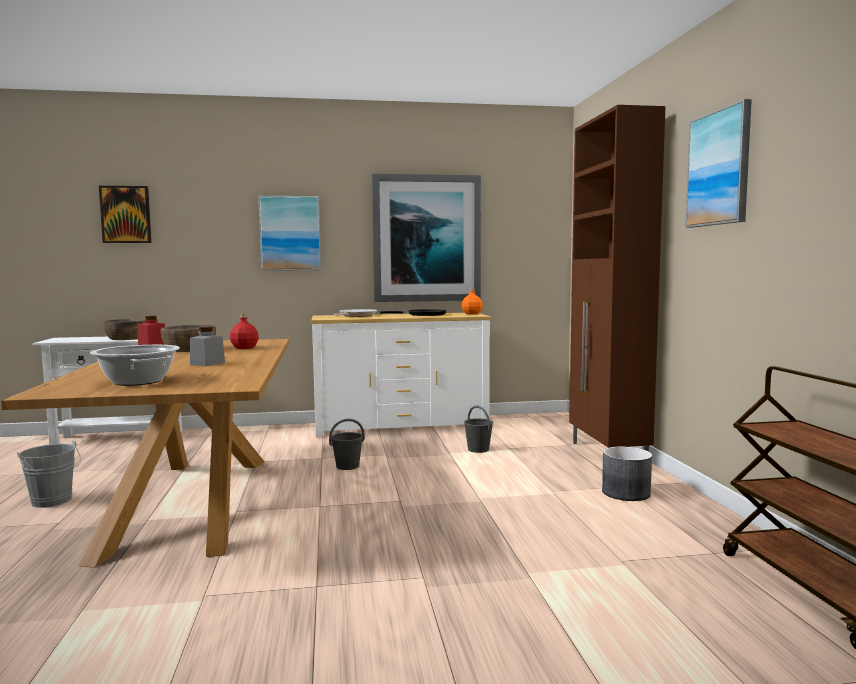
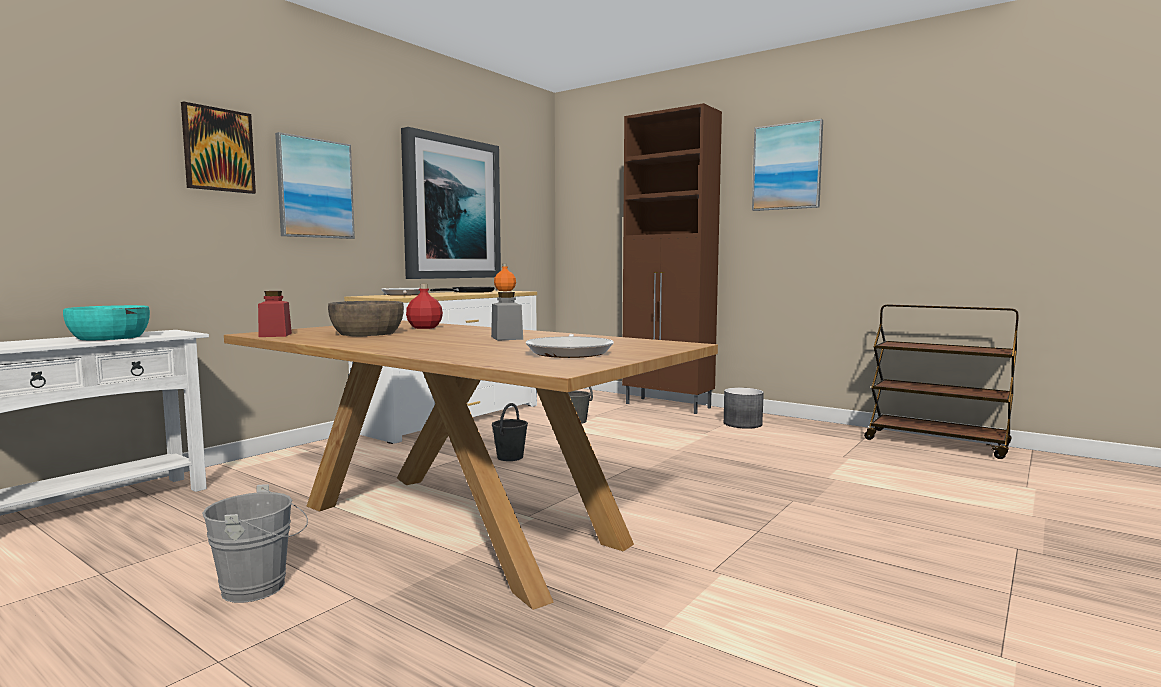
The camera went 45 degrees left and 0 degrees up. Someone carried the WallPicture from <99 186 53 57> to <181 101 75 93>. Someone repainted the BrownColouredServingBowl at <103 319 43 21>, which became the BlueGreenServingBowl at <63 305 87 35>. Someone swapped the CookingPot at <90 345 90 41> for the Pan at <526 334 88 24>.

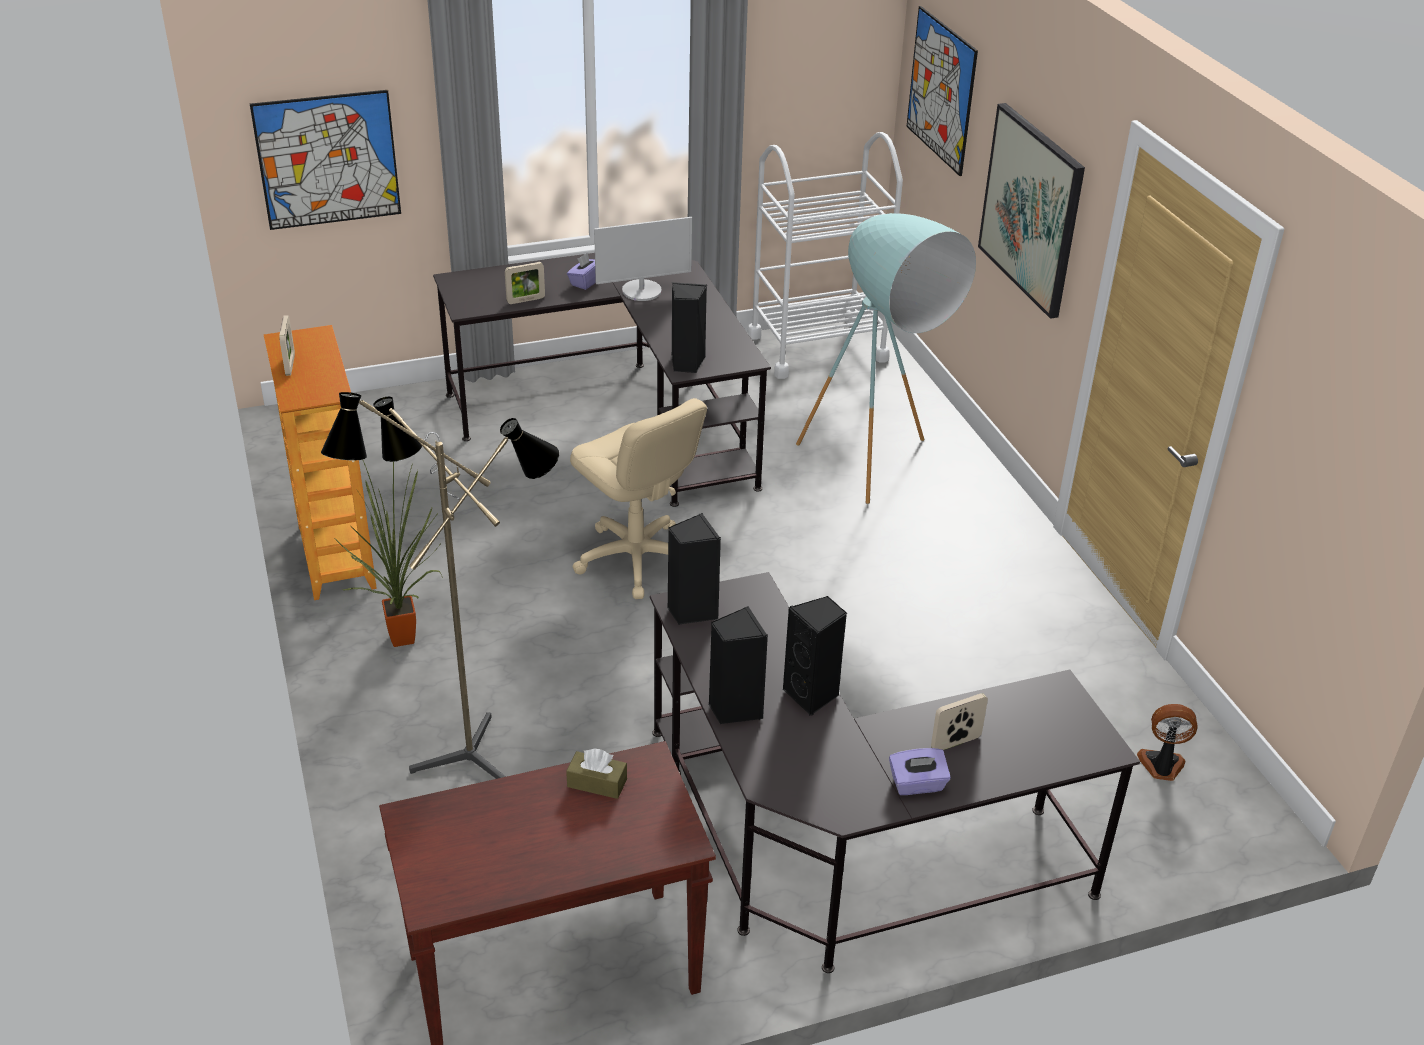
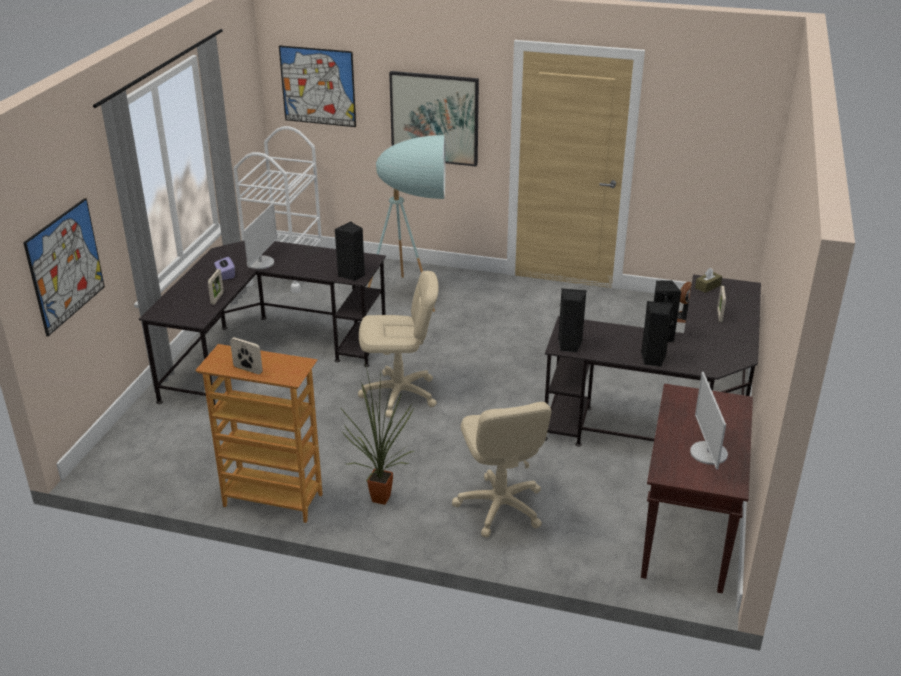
The camera went 55 degrees left and 5 degrees down. Someone swapped the StandingLamp at <321 392 238 387> for the SandColouredComputerChair at <452 402 99 135>. Someone took away the PurpleBoxOfTissues at <889 748 62 47>. Someone carried the BrownColouredBoxOfTissues from <566 749 61 50> to <695 268 27 25>. Someone put down the ComputerDisplay at <690 372 38 97>.

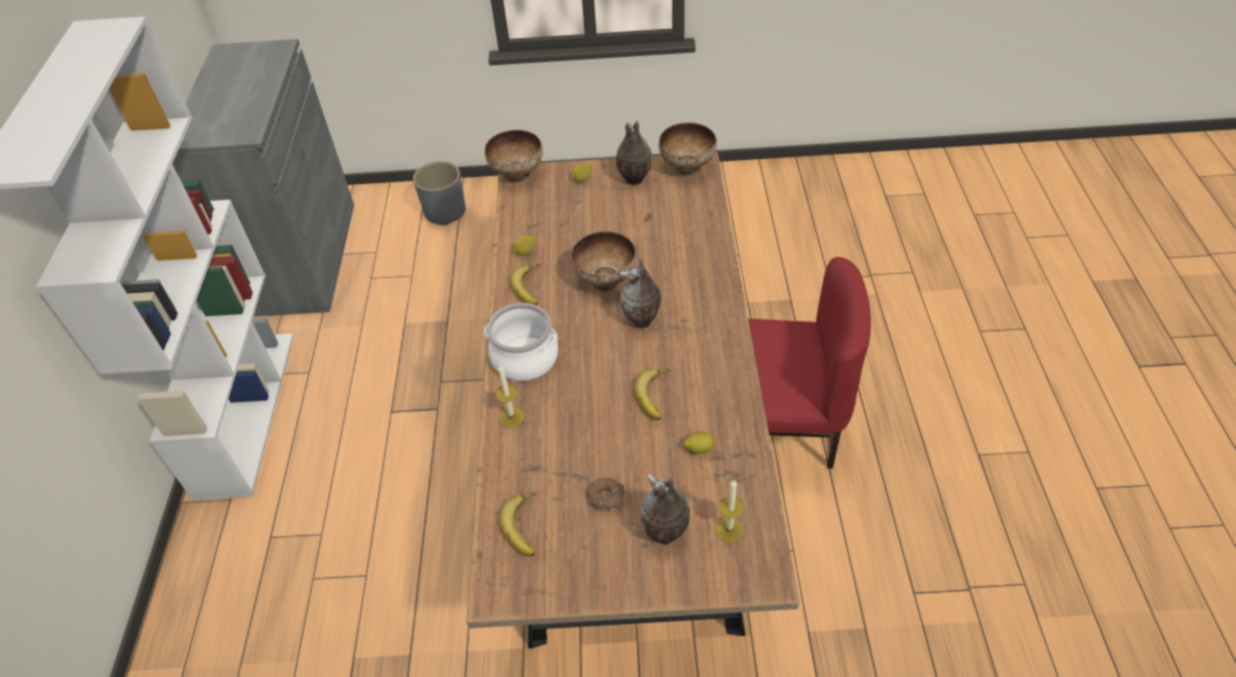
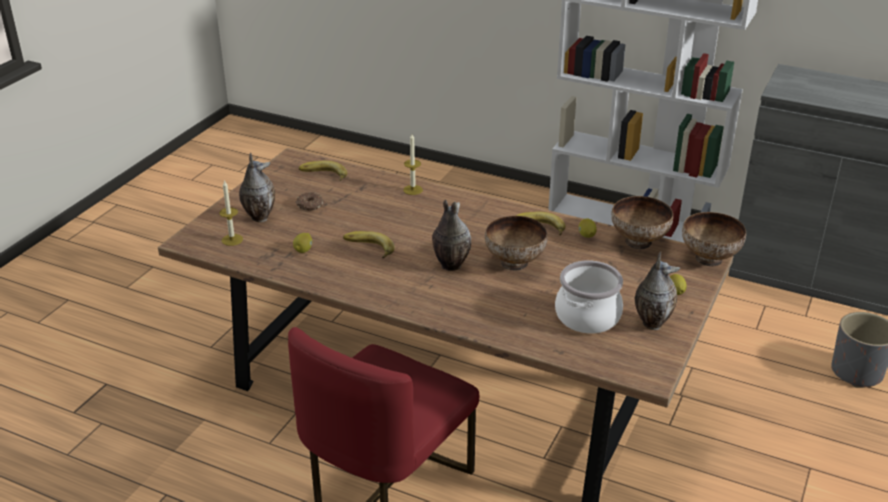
The camera went 115 degrees right and 15 degrees down. Someone carried the ServingBowl from <659 122 58 54> to <611 196 62 53>. Someone carried the CookingPot from <484 303 74 78> to <555 260 68 73>.

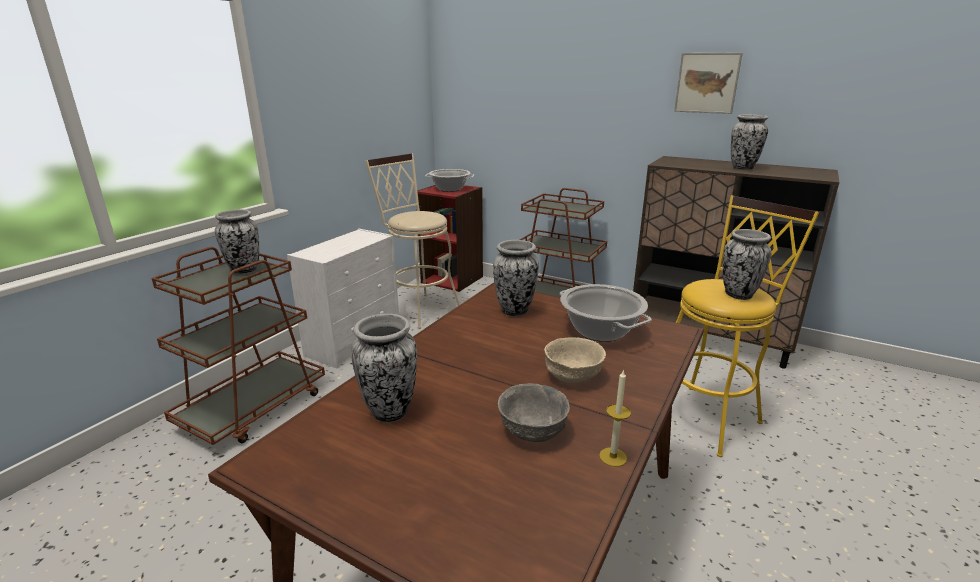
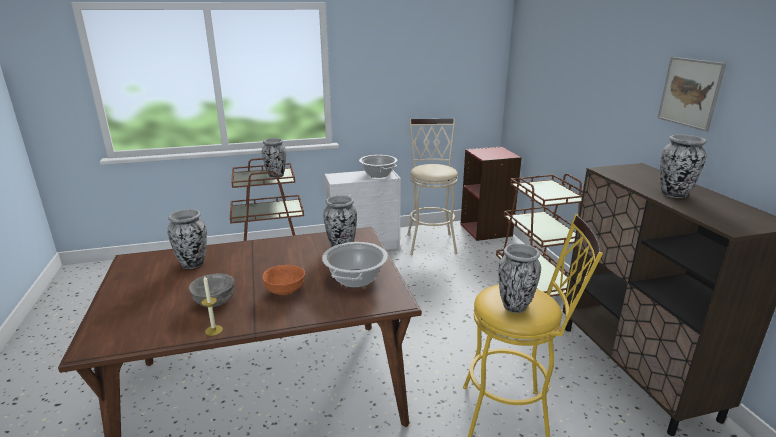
The camera went 45 degrees right and 0 degrees up. Someone carried the CookingPot from <425 169 50 23> to <359 155 38 23>. Someone repainted the SandColouredServingBowl at <544 337 62 46>, which became the OrangeServingBowl at <262 265 43 30>.

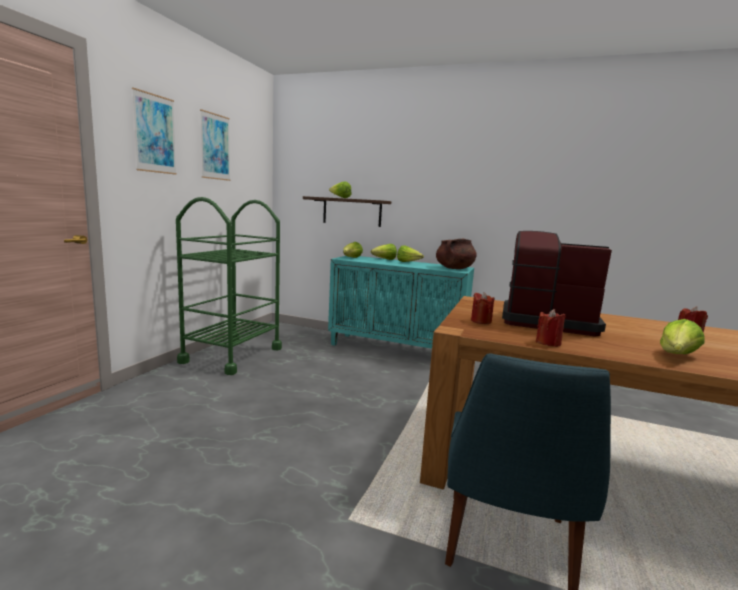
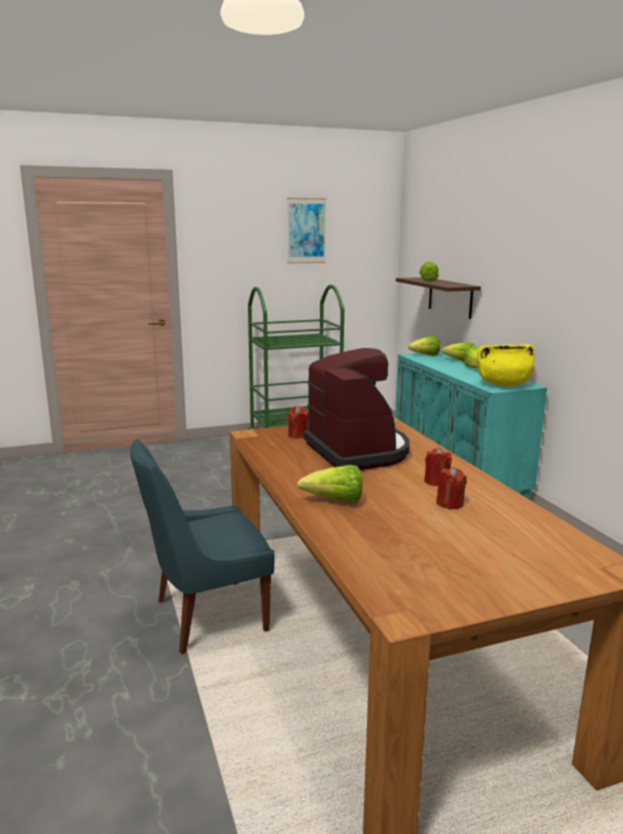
The camera went 50 degrees right and 5 degrees up. Someone took away the WallPicture at <132 88 45 87>. Someone repainted the BrownColouredCookingPot at <436 239 41 30>, which became the YellowColouredCookingPot at <477 344 58 43>. Someone carried the ReddishWaxLight from <536 309 30 38> to <424 448 28 38>.

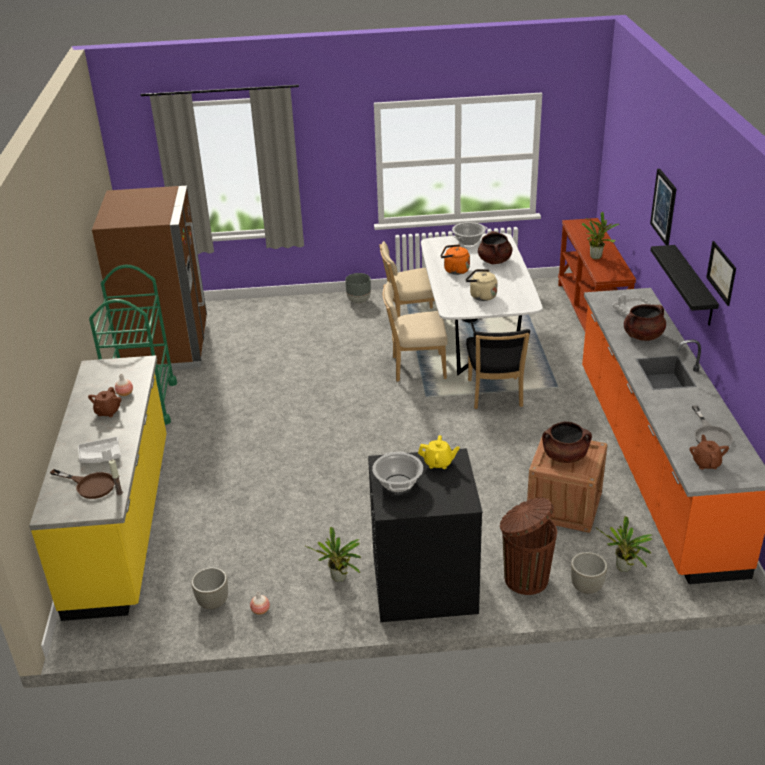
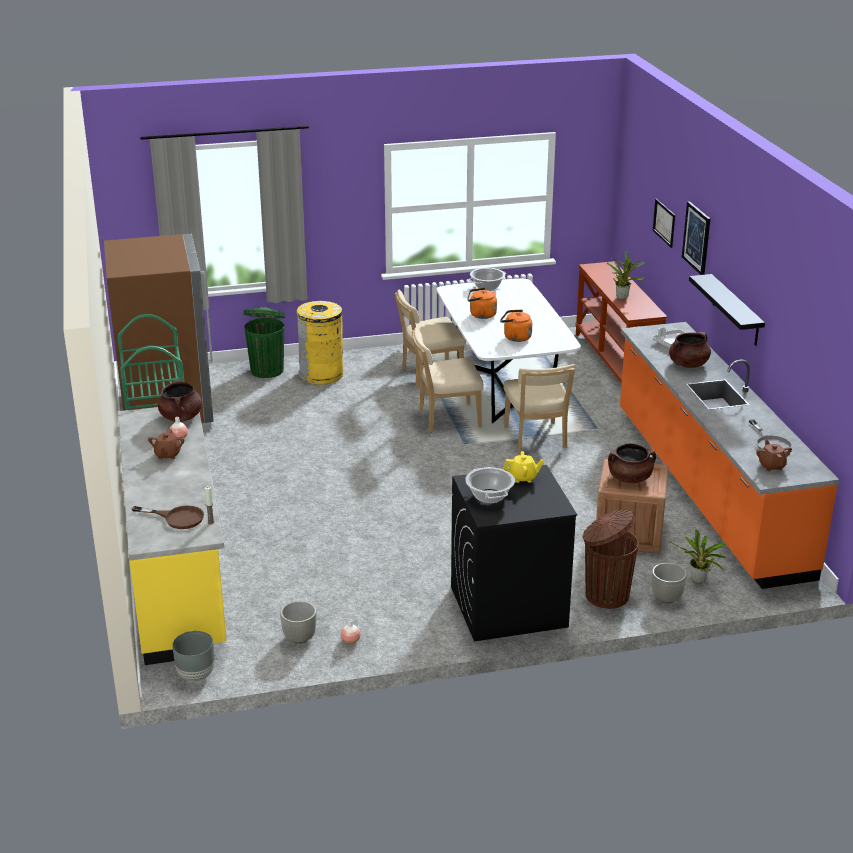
The camera went 10 degrees left and 5 degrees down. Someone carried the BrownColouredCookingPot from <478 231 35 33> to <158 380 44 42>. Someone carried the WallPicture from <706 241 30 65> to <653 199 22 49>. Someone repainted the SandColouredWaterKettle at <465 269 32 32>, which became the OrangeWaterKettle at <500 309 32 33>. Someone carried the GrayFlowerPot from <345 273 26 30> to <172 631 43 50>. Someone repainted the BlackishPlainChair at <466 329 64 80>, which became the SandColouredPlainChair at <503 364 72 89>. Someone took away the WhitishTray at <78 437 43 26>. Someone took away the Houseplant at <304 527 57 55>. Someone put down the YellowColouredRubbishBin at <296 301 47 84>. Someone put down the GreenRubbishBin at <243 307 42 71>.

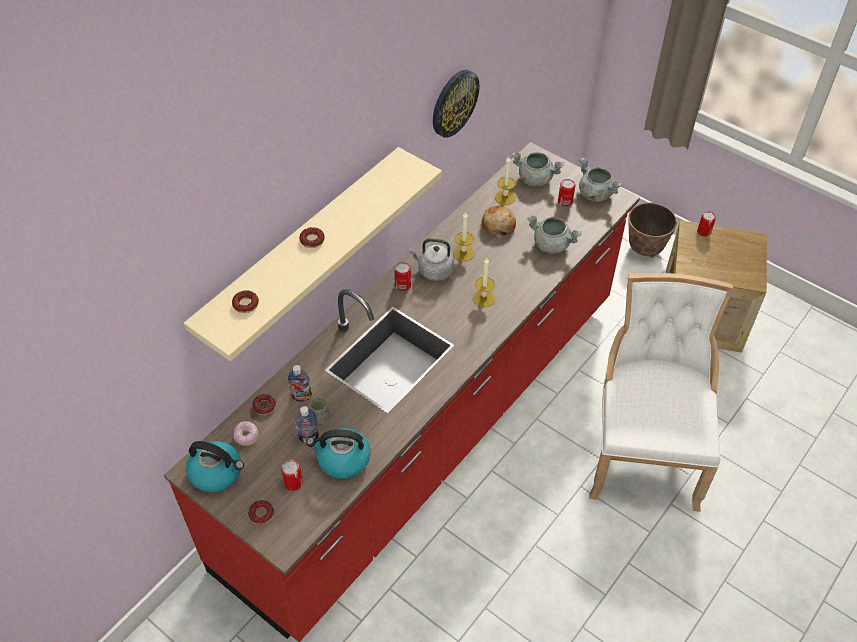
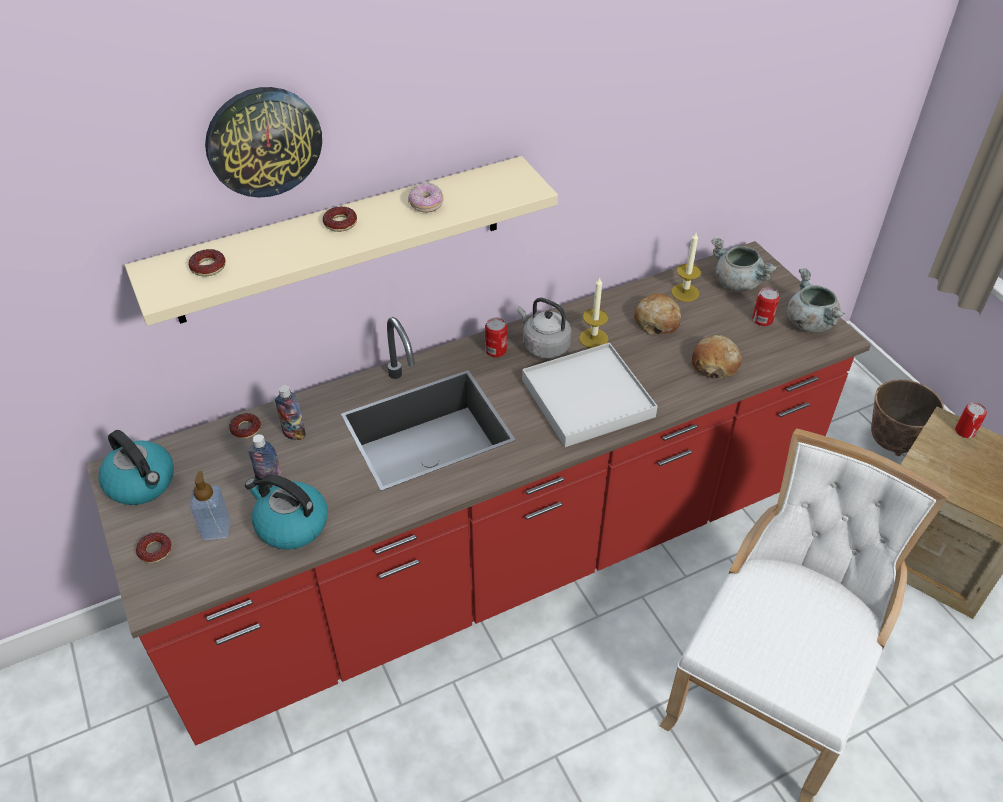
The camera went 25 degrees right and 5 degrees down. Someone carried the WallClock from <433 70 47 68> to <205 87 117 111>. Someone swapped the GrayCookingPot at <527 215 55 38> for the BakedBread at <692 335 50 44>. Someone swapped the WaxLight at <473 258 22 49> for the WhitishTray at <522 343 136 104>. Someone took away the GrayCup at <310 397 19 27>. Someone carried the Doughnut from <233 421 25 25> to <408 182 35 31>. Someone swapped the SealedCan at <281 460 22 31> for the SoapBottle at <190 471 41 69>.

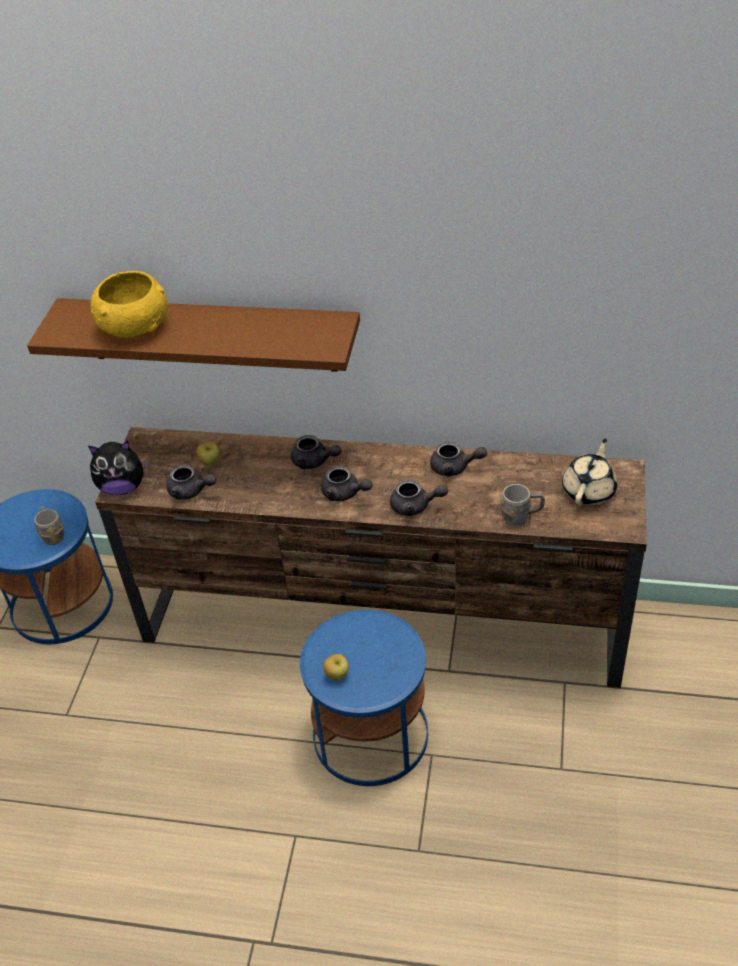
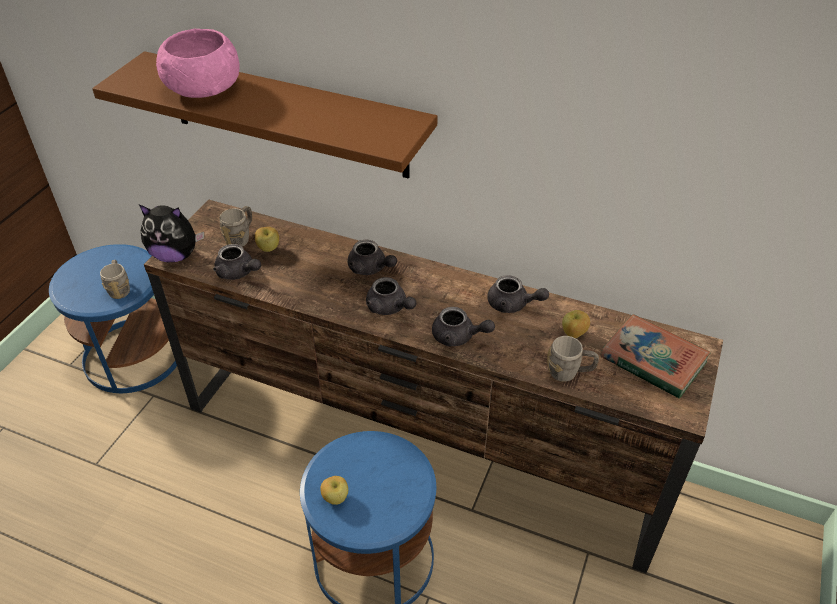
The camera went 10 degrees right and 0 degrees up. Someone repainted the YellowColouredServingBowl at <91 271 77 67>, which became the PinkServingBowl at <156 29 84 69>. Someone swapped the SandColouredTeapot at <562 438 55 67> for the Volume at <600 314 111 84>. Someone put down the GrayTeaMug at <220 206 32 41>. Someone put down the WholeApple at <562 310 28 28>.

